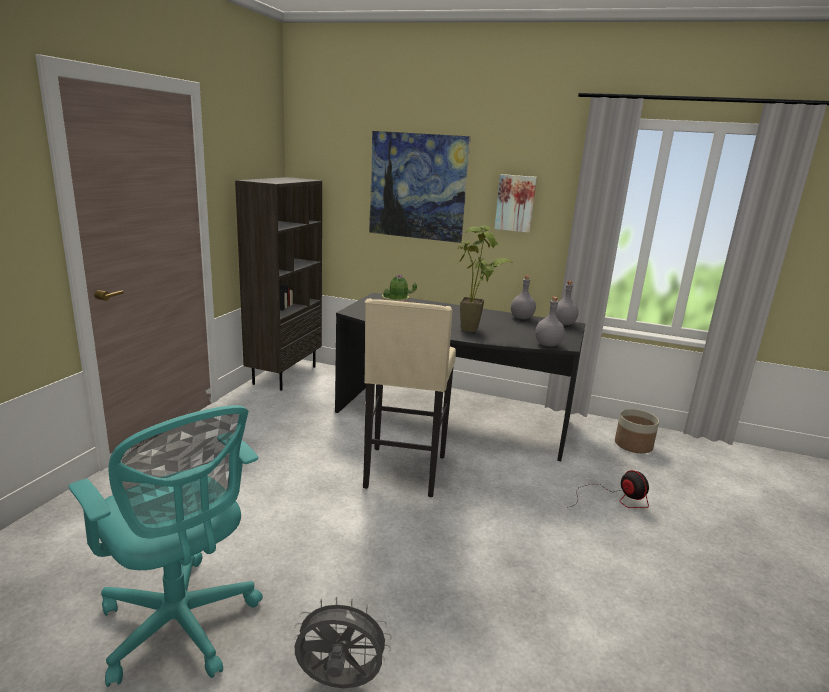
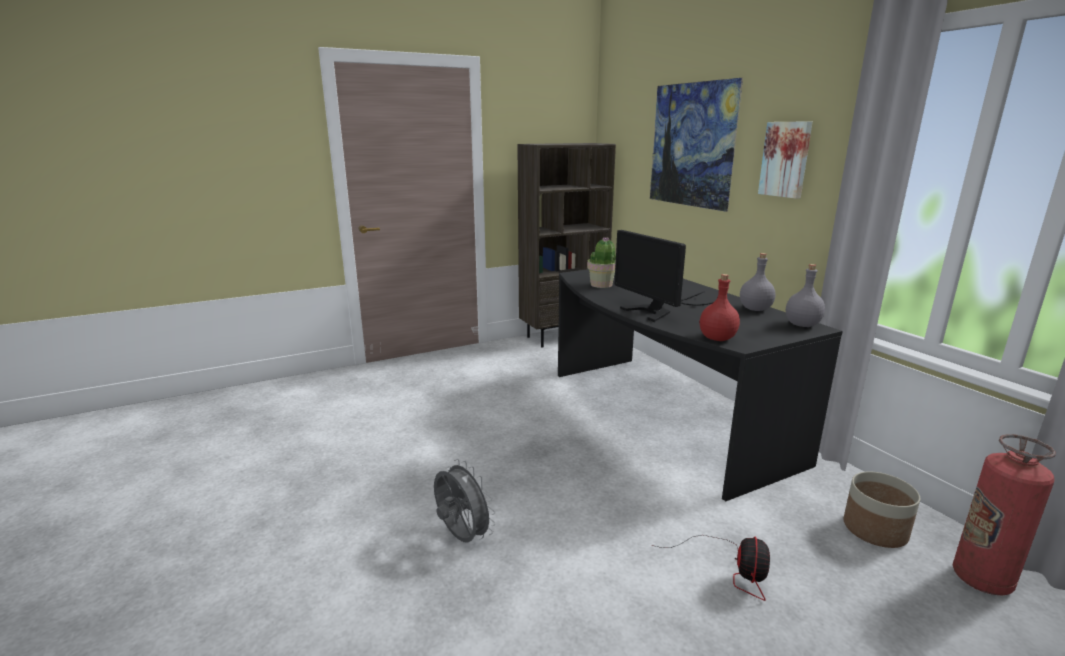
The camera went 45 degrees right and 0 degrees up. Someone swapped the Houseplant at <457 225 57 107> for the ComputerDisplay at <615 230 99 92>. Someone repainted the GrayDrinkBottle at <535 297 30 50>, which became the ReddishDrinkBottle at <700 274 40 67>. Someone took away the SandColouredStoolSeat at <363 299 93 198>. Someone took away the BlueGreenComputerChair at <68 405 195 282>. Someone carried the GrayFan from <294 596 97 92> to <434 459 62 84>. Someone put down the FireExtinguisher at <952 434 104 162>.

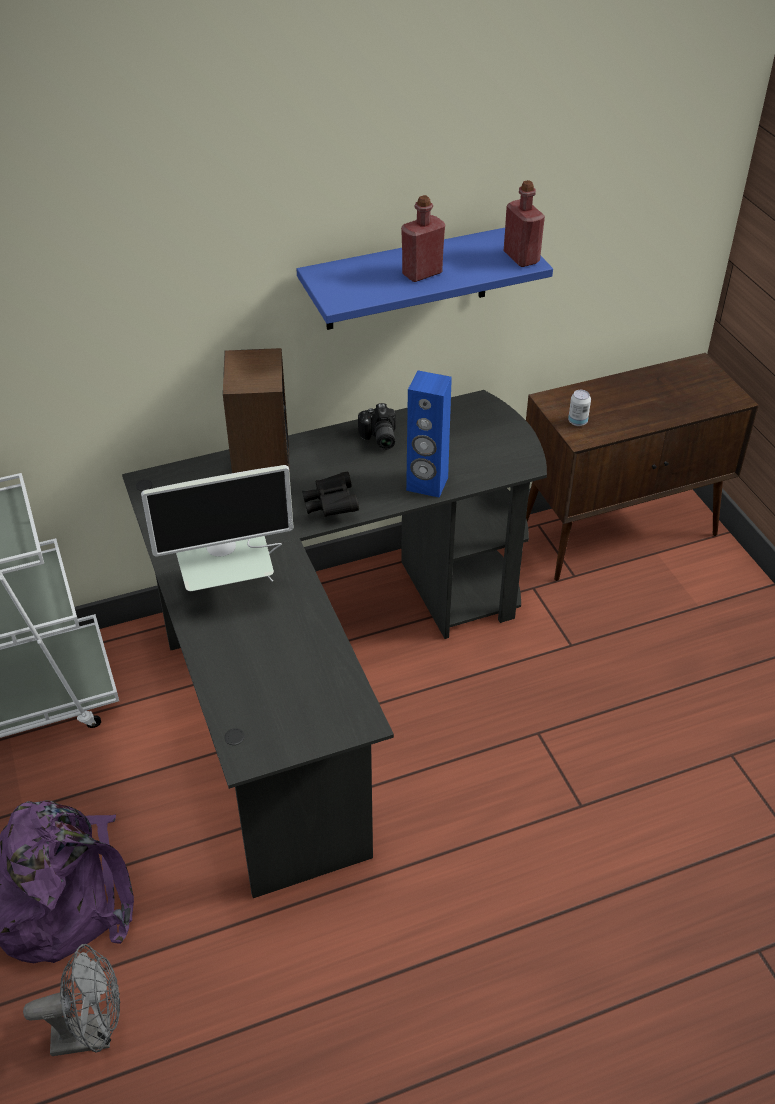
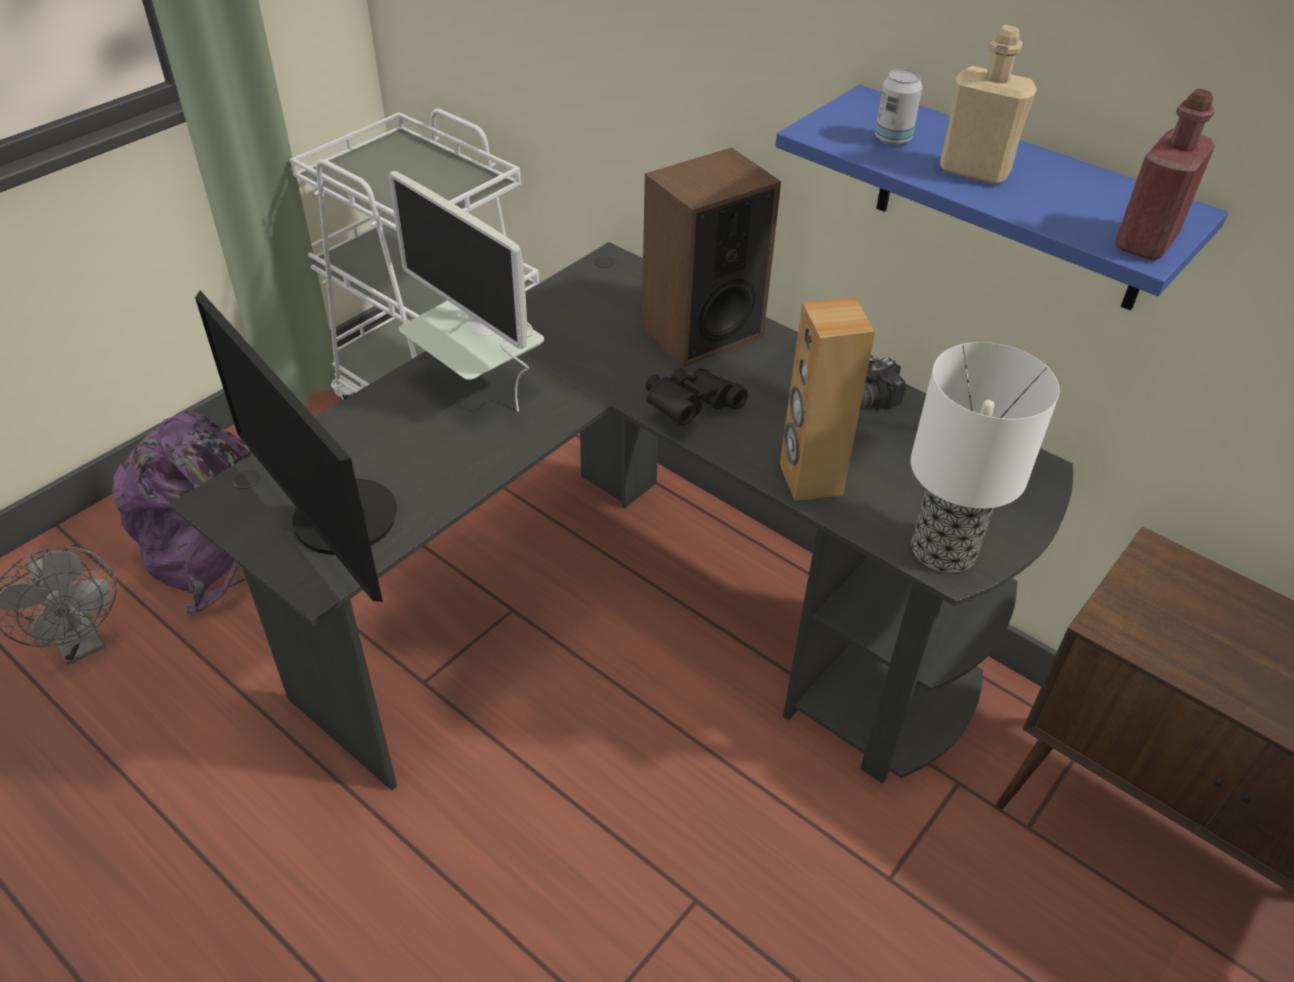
The camera went 60 degrees right and 0 degrees up. Someone repainted the ReddishDrinkBottle at <401 195 44 87>, which became the SandColouredDrinkBottle at <940 25 97 160>. Someone repainted the BluishAudioSpeaker at <406 370 46 128>, which became the BrownColouredAudioSpeaker at <780 297 95 204>. Someone carried the SealedCan from <568 390 23 36> to <875 69 47 77>. Someone put down the ComputerDisplay at <195 290 202 312>. Someone put down the TabletopLamp at <911 342 148 231>.

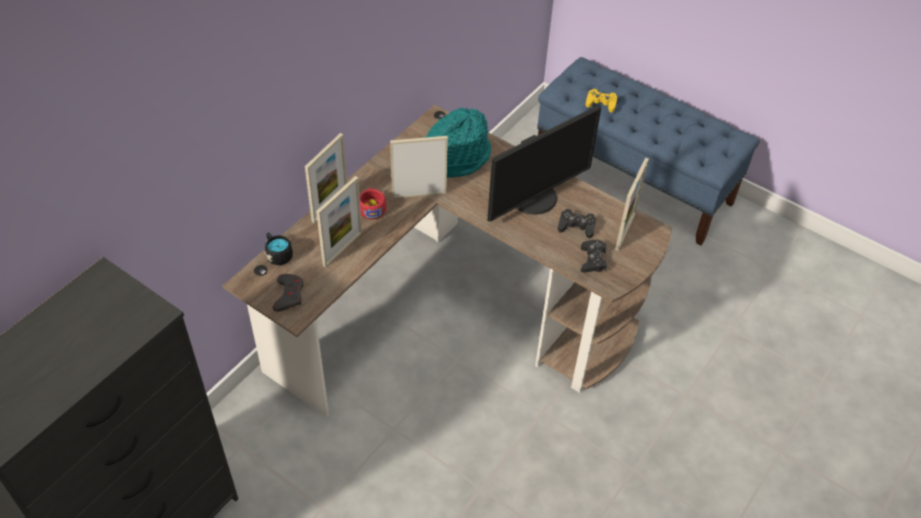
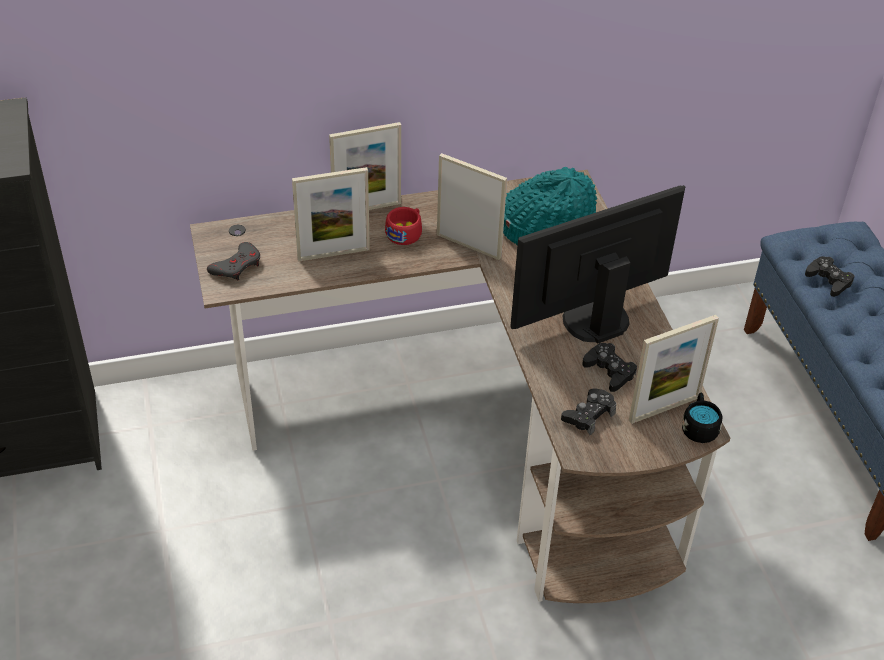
The camera went 40 degrees right and 5 degrees down. Someone repainted the YellowColouredGameController at <586 89 31 24>, which became the BlackishGameController at <805 256 50 41>. Someone rotated the ComputerDisplay at <487 105 114 117> by 150 degrees clockwise. Someone carried the BlackishTeaMug from <265 232 28 33> to <682 393 40 50>.

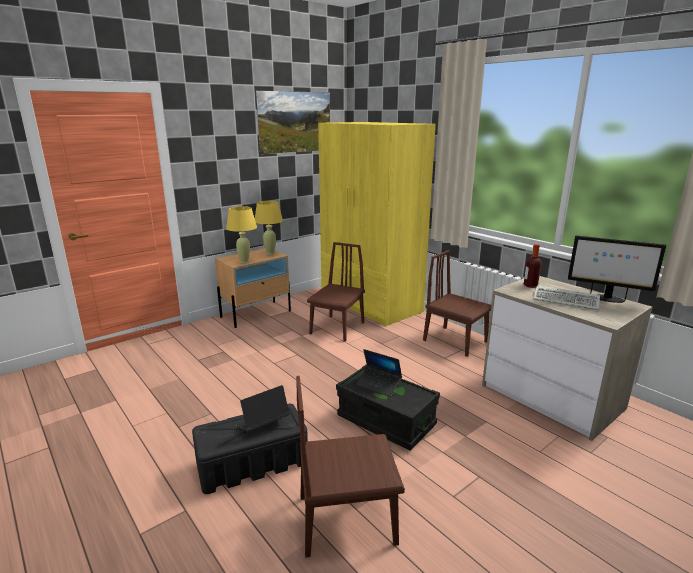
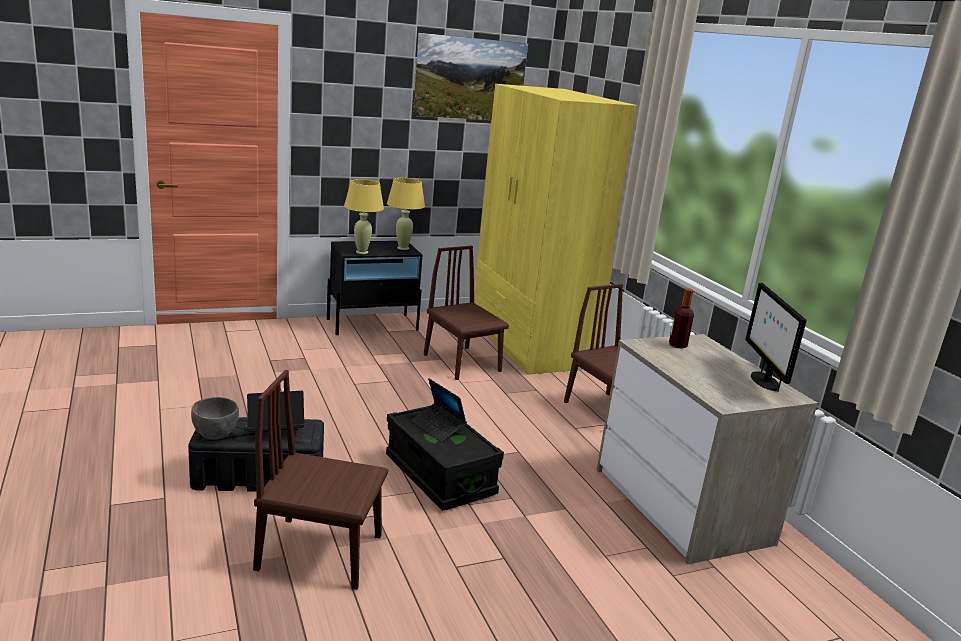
The camera went 15 degrees right and 0 degrees up. Someone rotated the ComputerDisplay at <568 236 99 67> by 45 degrees clockwise. Someone rotated the BrownColouredPlainChair at <307 242 58 100> by 75 degrees counterclockwise. Someone repainted the SandColouredNightTable at <215 248 76 80>, which became the BlackishNightTable at <327 241 96 94>. Someone took away the PcKeyboard at <533 285 67 25>. Someone put down the GrayServingBowl at <191 397 48 43>.

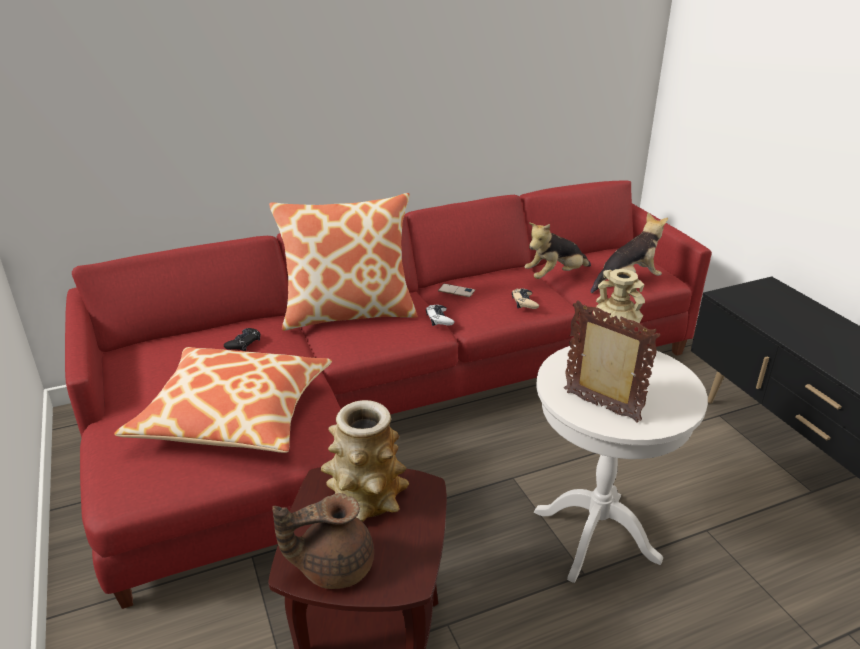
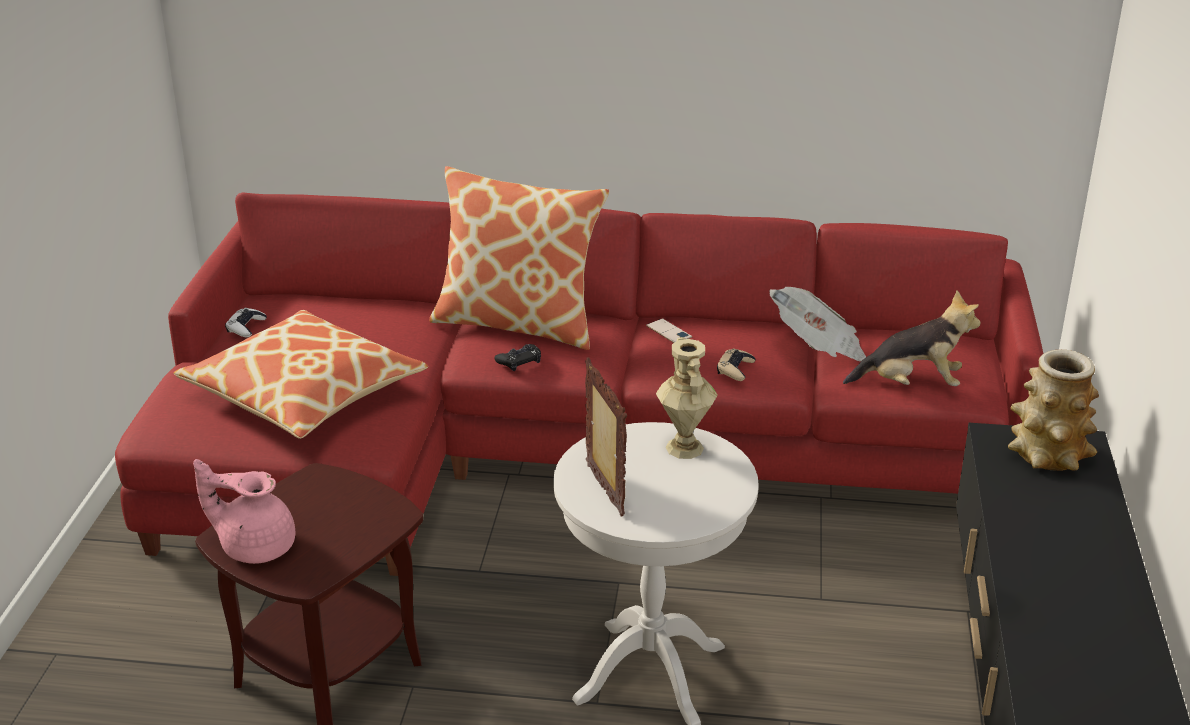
The camera went 30 degrees right and 0 degrees up. Someone swapped the CuddlyToy at <524 223 67 56> for the PrintedPaper at <769 287 97 75>. Someone carried the WhitishGameController from <426 305 29 21> to <225 308 42 30>. Someone carried the BlackishGameController from <224 328 36 23> to <494 344 47 27>. Someone carried the DecorativeVase from <321 400 88 122> to <1008 350 91 121>. Someone repainted the BrownColouredTeapot at <272 493 102 96>, which became the PinkTeapot at <193 459 102 105>.

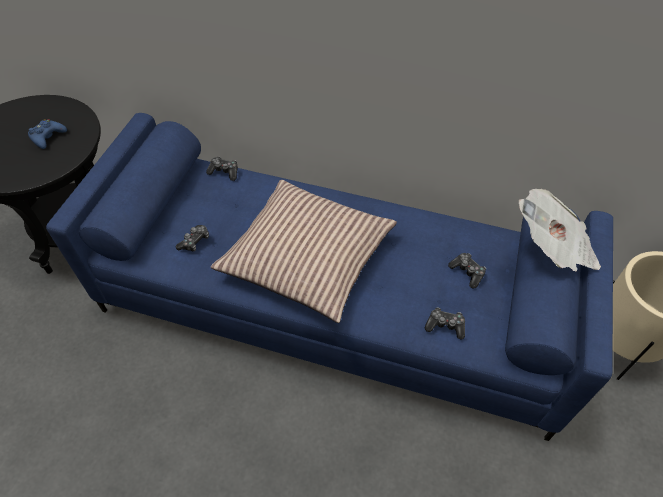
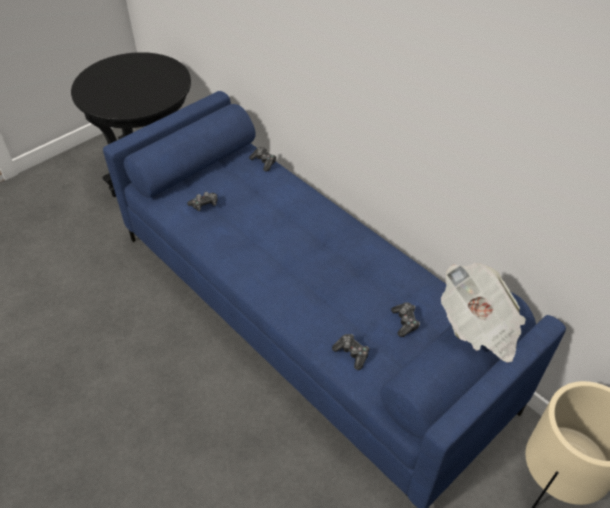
The camera went 30 degrees right and 5 degrees down. Someone took away the BluishGameController at <28 119 39 30>. Someone took away the Cushion at <211 180 186 143>.

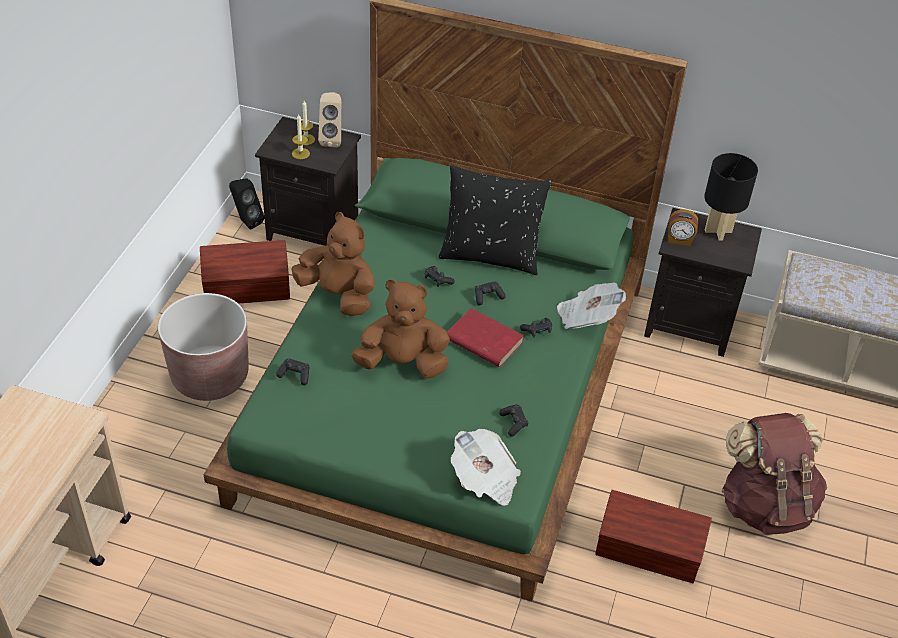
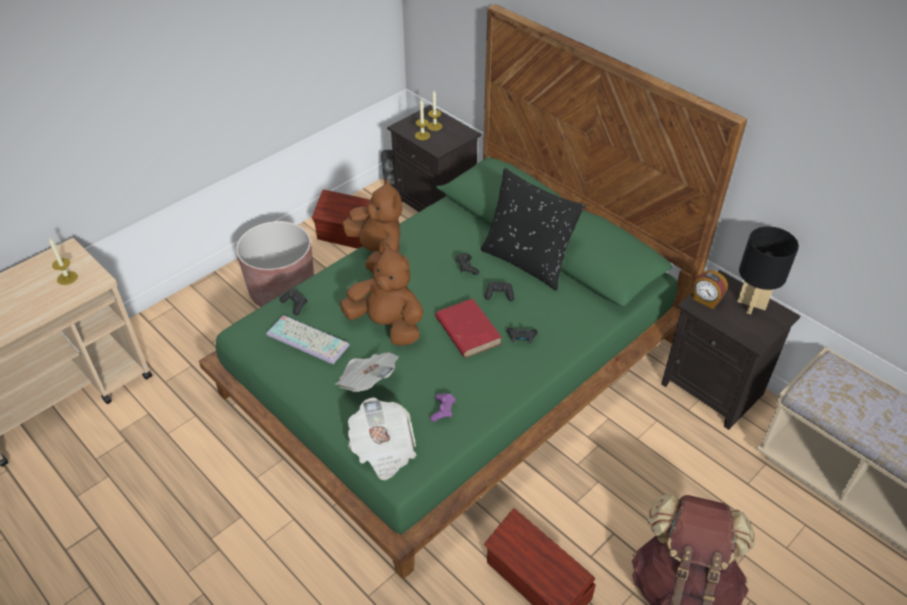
The camera went 30 degrees right and 0 degrees up. Someone took away the SandColouredAudioSpeaker at <318 92 23 56>. Someone carried the PrintedPaper from <557 283 69 46> to <335 352 64 40>. Someone repainted the BlackishGameController at <499 404 29 33>, which became the PurpleGameController at <430 394 25 28>. Someone put down the WaxLight at <49 239 29 46>. Someone put down the PcKeyboard at <267 315 82 49>.

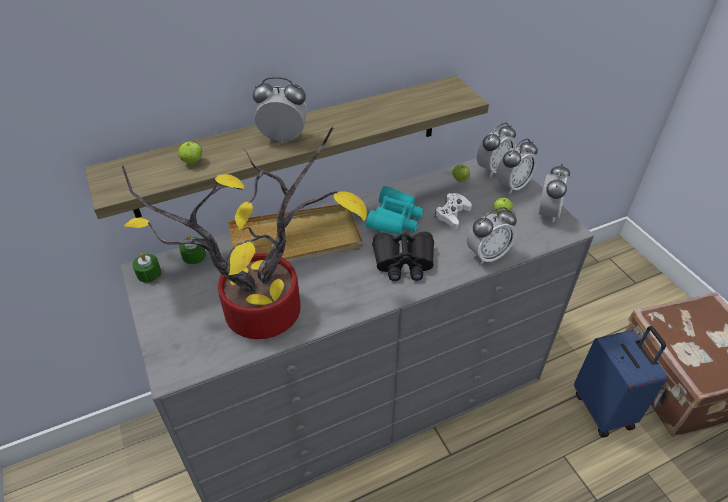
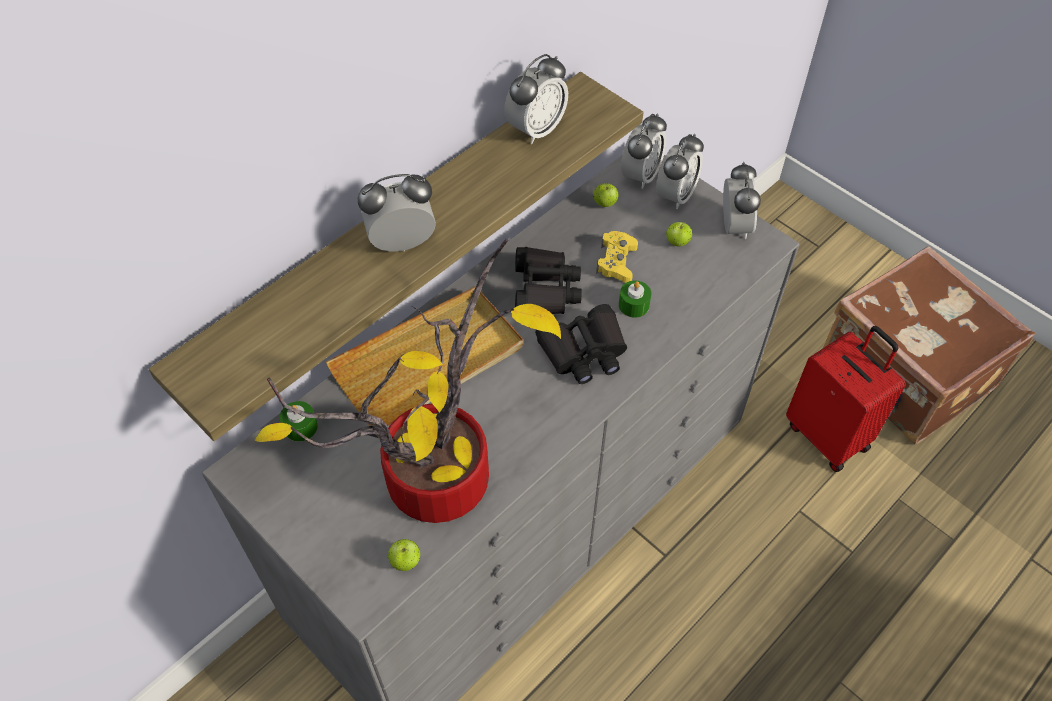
The camera went 20 degrees left and 10 degrees up. Someone carried the WholeApple from <178 141 24 24> to <388 539 32 32>. Someone repainted the BlueGreenPairOfBinoculars at <366 186 58 49>, which became the BlackishPairOfBinoculars at <515 247 67 67>. Someone repainted the WhitishGameController at <434 193 38 36>, which became the YellowColouredGameController at <596 231 42 52>. Someone carried the AlarmClock from <467 207 50 58> to <504 54 64 90>. Someone carried the GreenWaxLight from <132 253 30 30> to <619 281 32 37>. Someone repainted the BluishTravelCase at <574 326 94 112>, which became the ReddishTravelCase at <786 326 120 146>.

